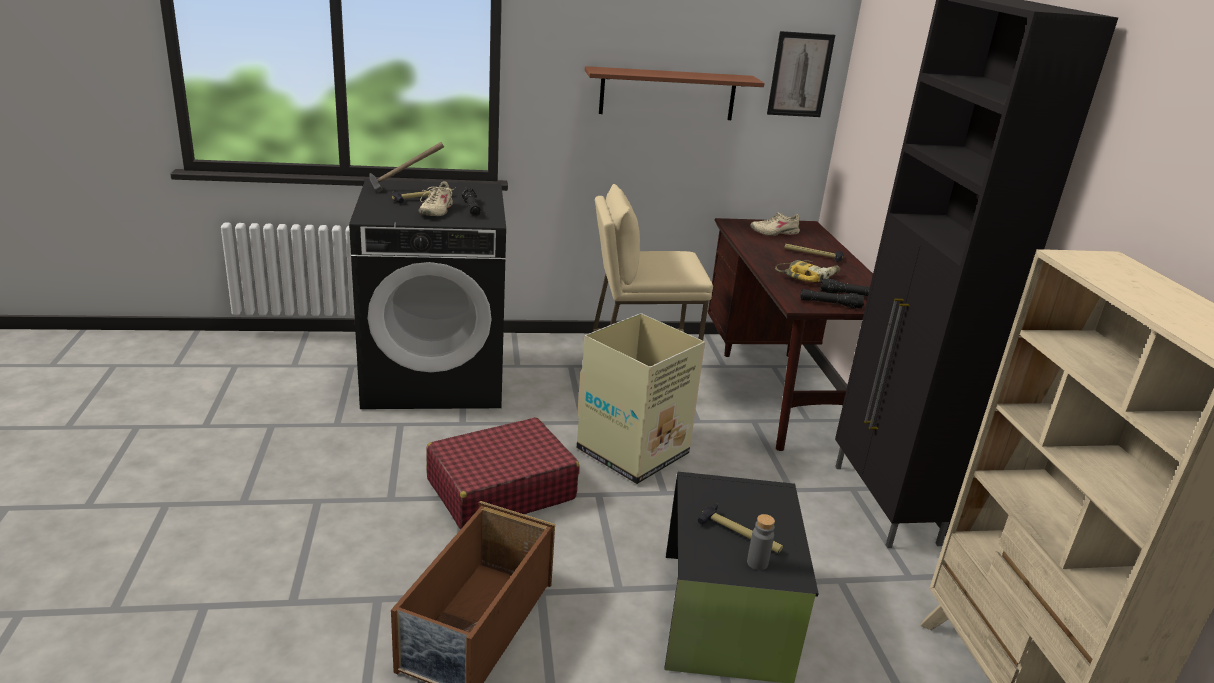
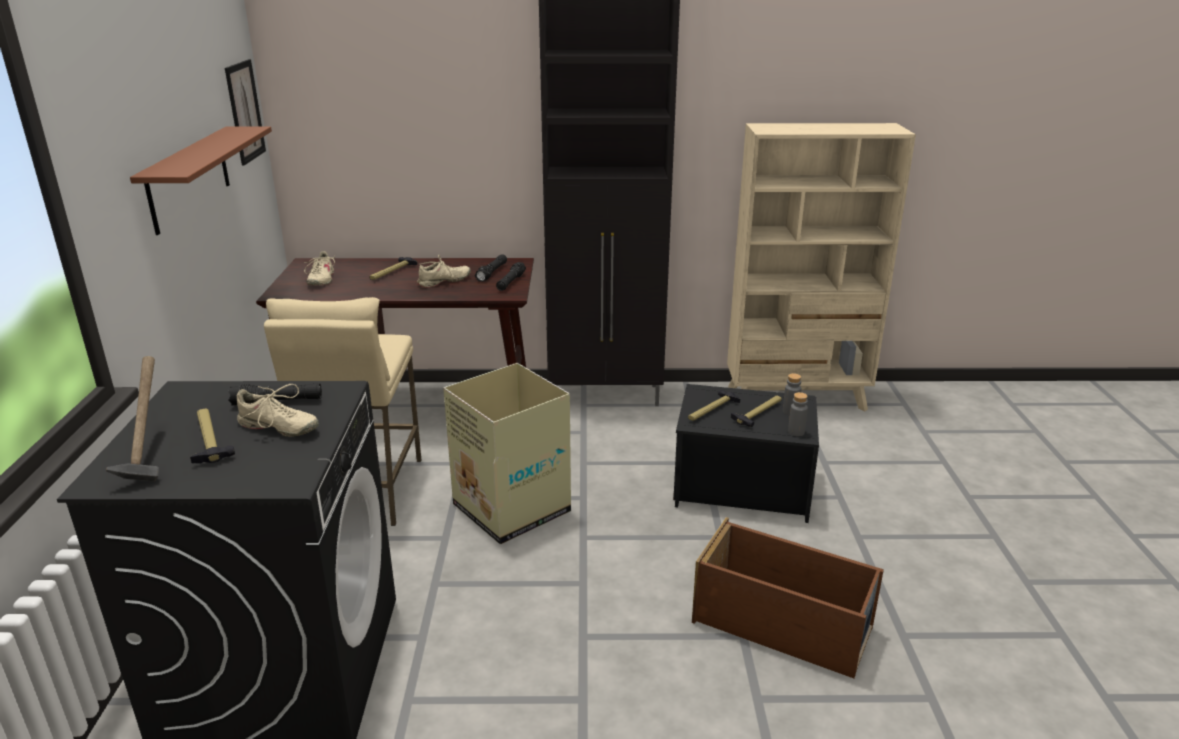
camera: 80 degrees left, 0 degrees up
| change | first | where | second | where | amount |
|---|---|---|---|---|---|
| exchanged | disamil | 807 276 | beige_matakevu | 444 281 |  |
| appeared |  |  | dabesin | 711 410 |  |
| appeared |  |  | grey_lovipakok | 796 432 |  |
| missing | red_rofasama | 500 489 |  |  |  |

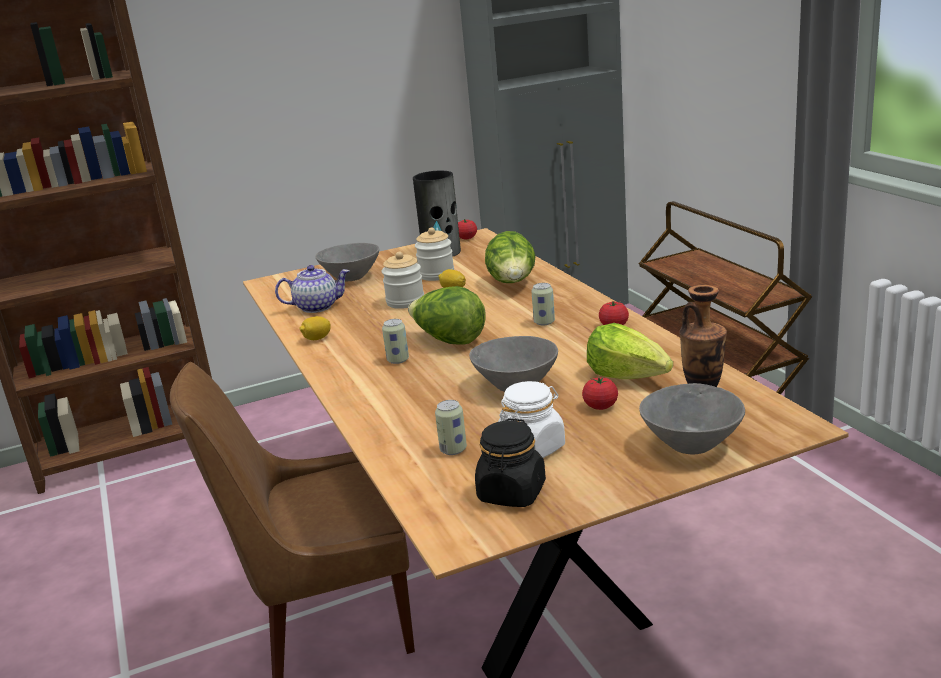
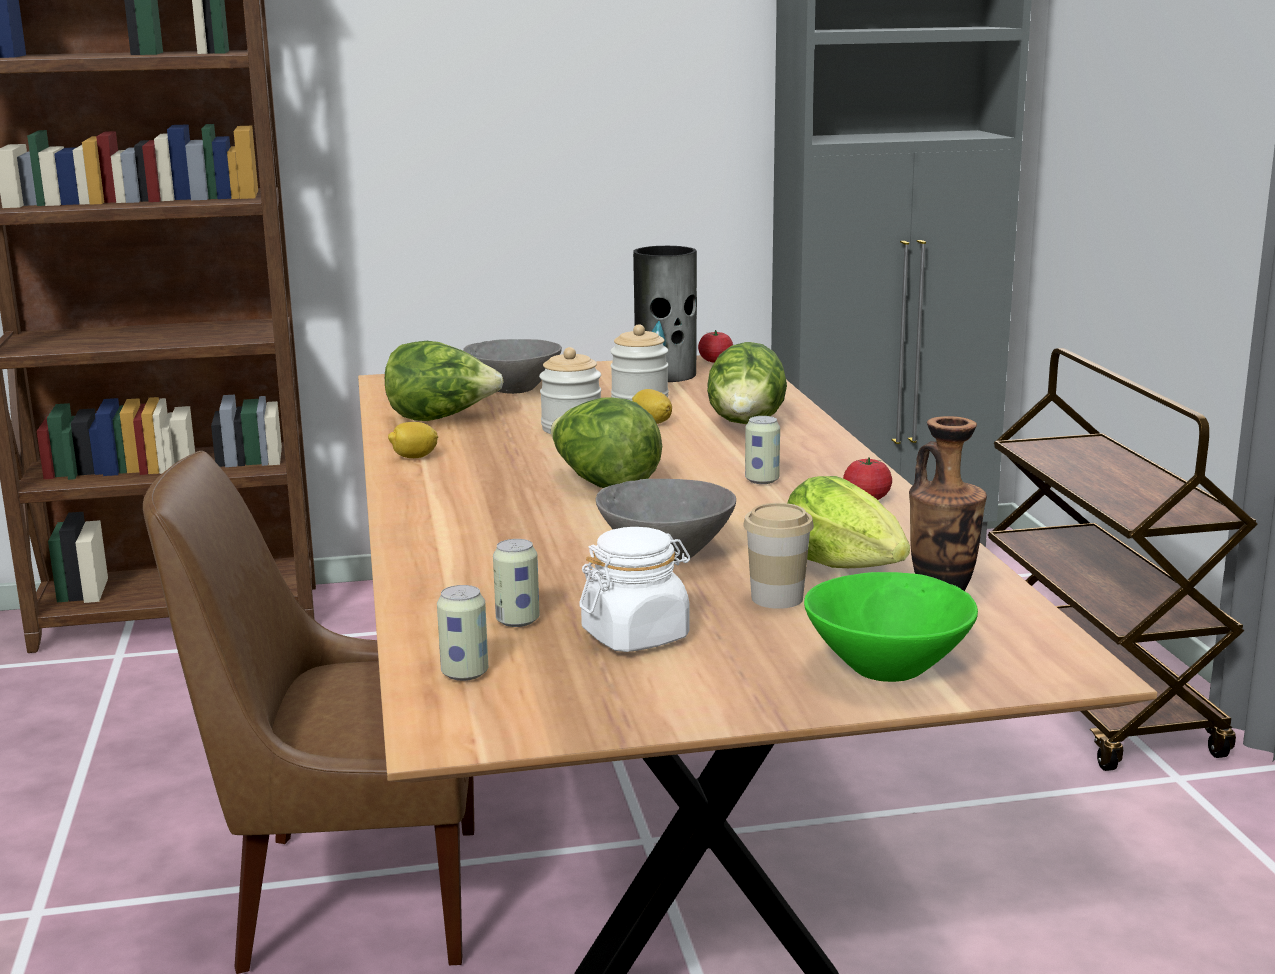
camera: 10 degrees right, 5 degrees down
| change | first | where | second | where | amount |
|---|---|---|---|---|---|
| exchanged | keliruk | 317 307 | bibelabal | 441 419 |  |
| relocated | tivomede | 398 360 |  | 464 673 |  |
| exchanged | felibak | 600 406 | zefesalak | 777 598 |  |
| colour | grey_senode | 693 444 | green_senode | 890 668 |  |
| missing | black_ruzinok | 511 493 |  |  |  |

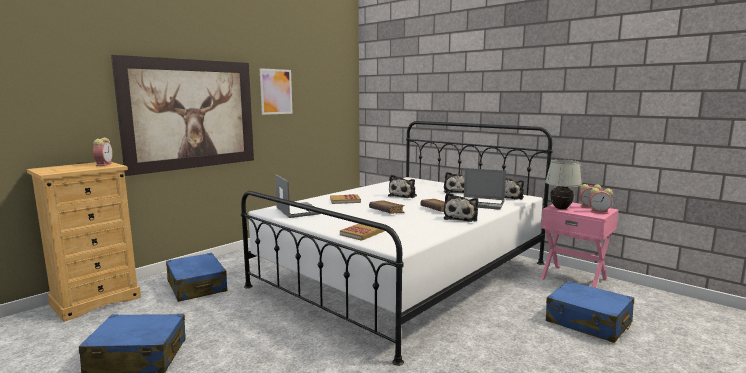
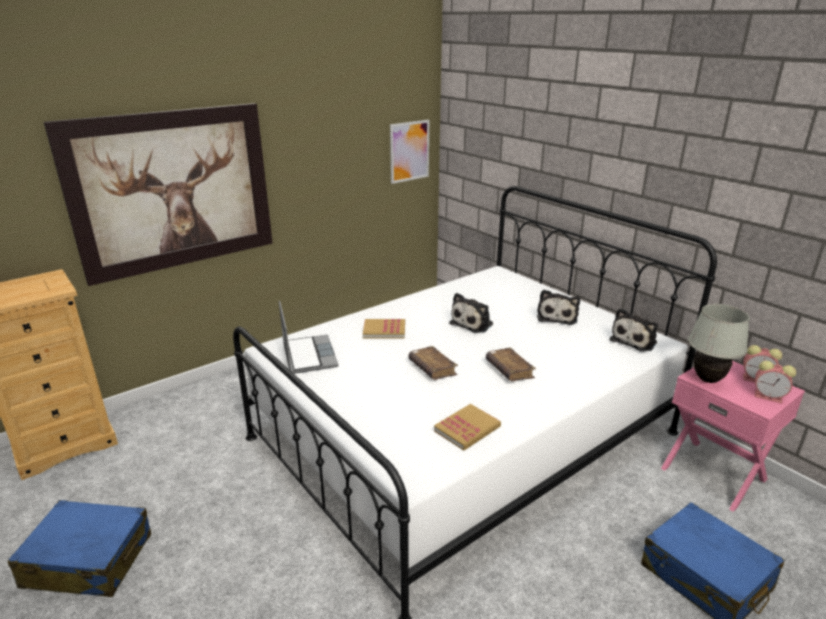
camera: 10 degrees right, 15 degrees up
| change | first | where | second | where | amount |
|---|---|---|---|---|---|
| relocated | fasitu | 276 91 |  | 409 151 |  |
| relocated | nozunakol | 362 233 |  | 467 429 |  |
| missing | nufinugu | 104 164 |  |  |  |
| missing | blue_rofasama | 197 286 |  |  |  |
| missing | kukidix | 461 218 |  |  |  |
| missing | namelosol | 482 204 |  |  |  |

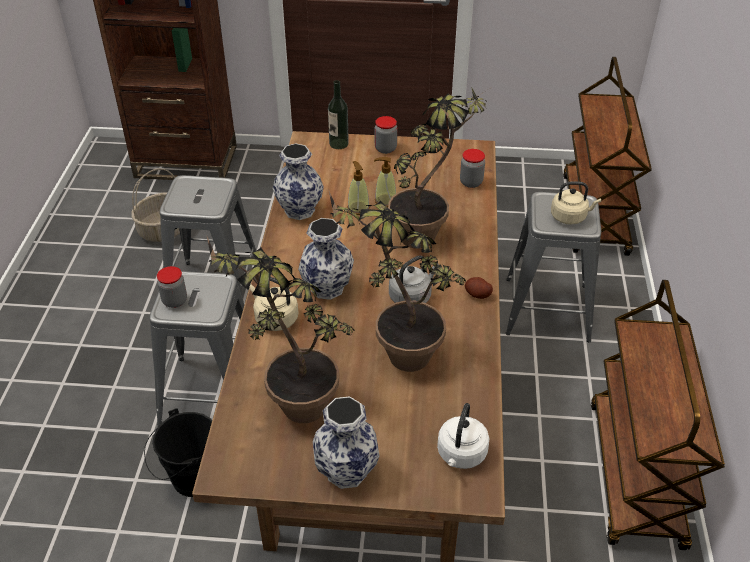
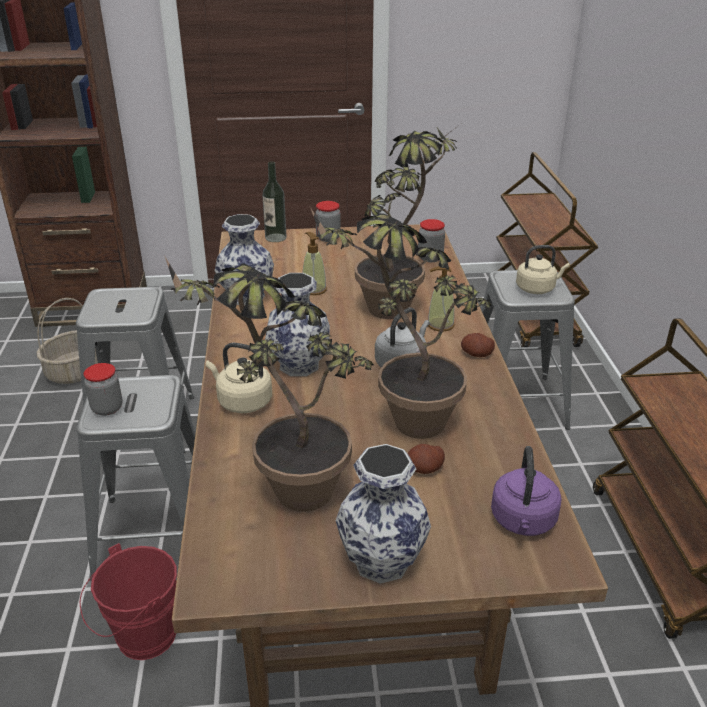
camera: 10 degrees left, 10 degrees down
| change | first | where | second | where | amount |
|---|---|---|---|---|---|
| colour | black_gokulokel | 190 480 | red_gokulokel | 140 639 |  |
| appeared |  |  | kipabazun | 424 469 |  |
| relocated | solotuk | 385 201 |  | 440 325 |  |
| colour | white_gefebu | 461 455 | purple_gefebu | 523 522 |  |

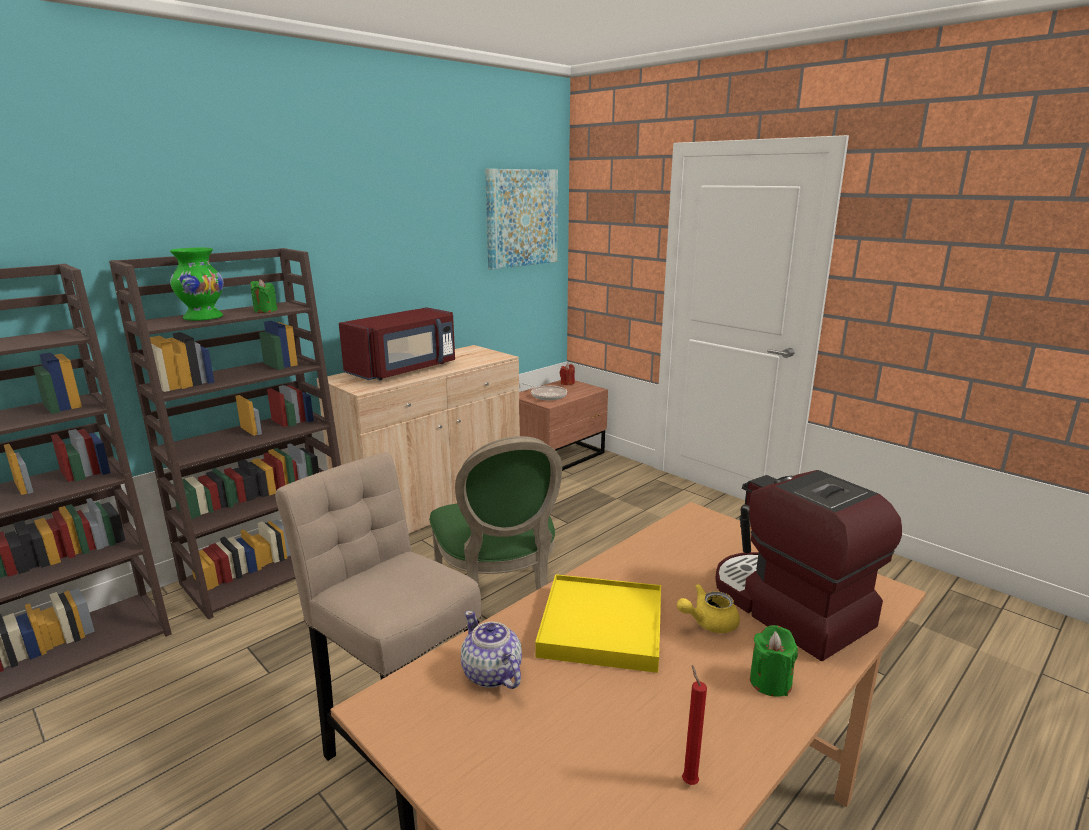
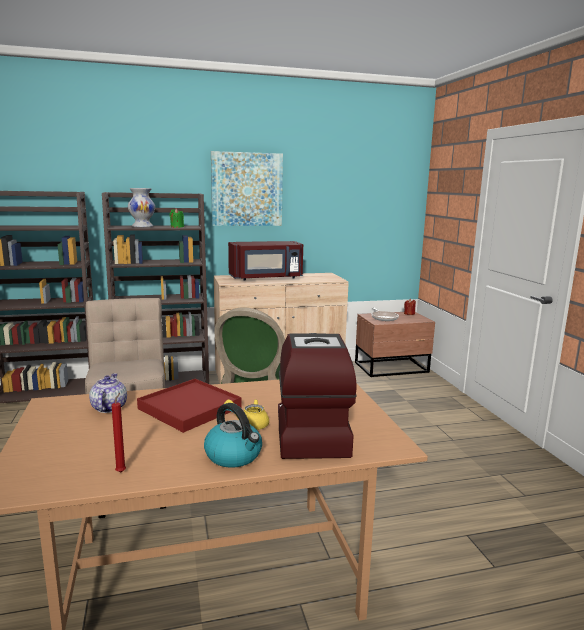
camera: 30 degrees right, 5 degrees down
| change | first | where | second | where | amount |
|---|---|---|---|---|---|
| colour | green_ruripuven | 203 318 | white_ruripuven | 142 226 |  |
| colour | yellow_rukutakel | 602 626 | red_rukutakel | 190 408 |  |
| exchanged | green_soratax | 770 682 | gefebu | 234 456 |  |
| relocated | fasitu | 521 218 |  | 247 189 |  |

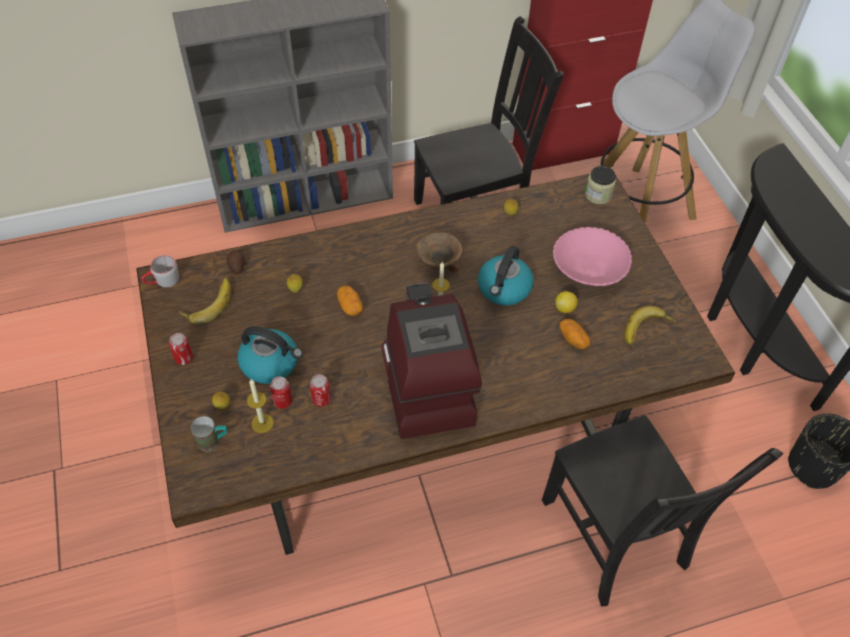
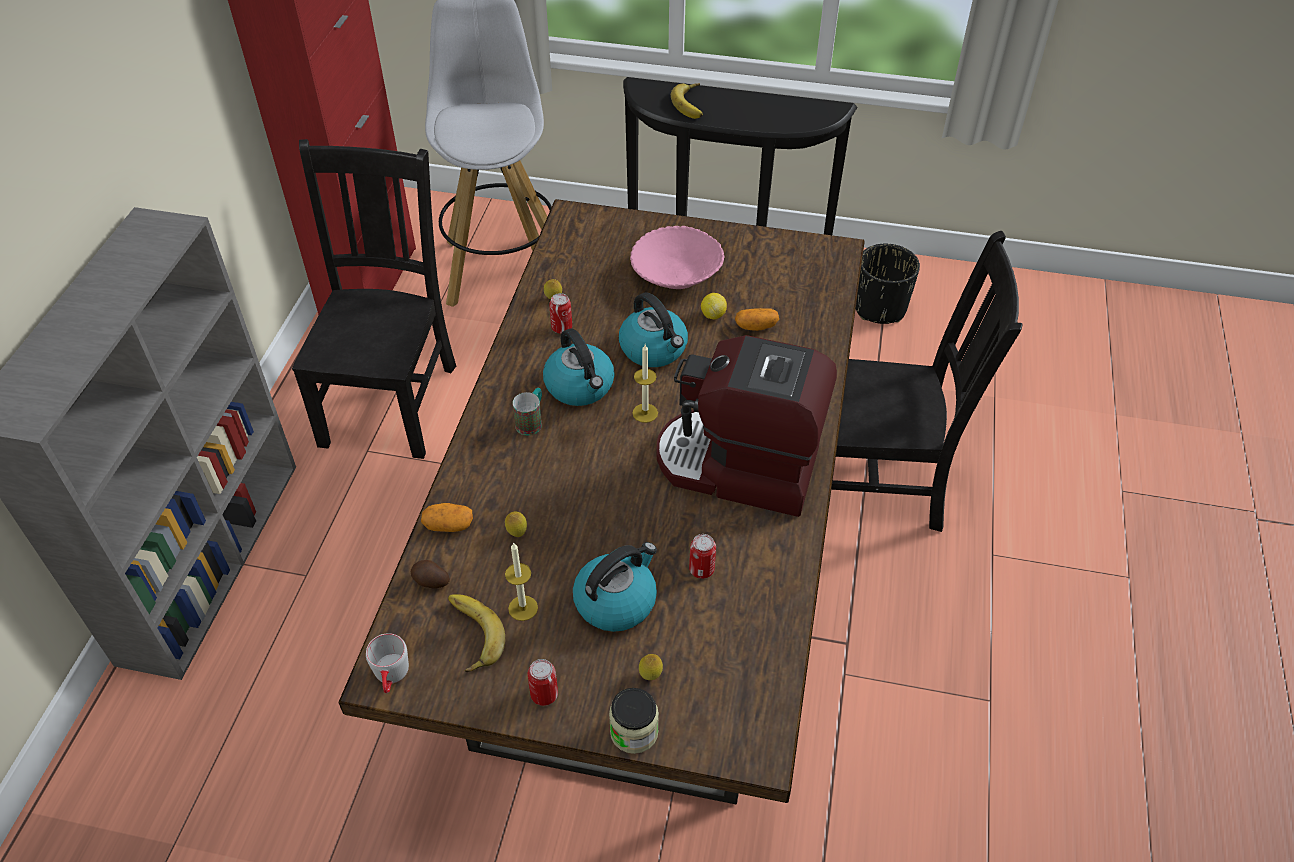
camera: 60 degrees left, 5 degrees down
| change | first | where | second | where | amount |
|---|---|---|---|---|---|
| relocated | kipabazun | 350 306 |  | 448 525 |  |
| relocated | soratax | 262 423 |  | 523 608 |  |
| relocated | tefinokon | 213 441 |  | 531 421 |  |
| exchanged | brown_senode | 439 265 | gefebu | 580 386 |  |
| relocated | tivomede | 283 401 |  | 561 328 |  |
| relocated | ruzinok | 598 195 |  | 634 732 |  |
| relocated | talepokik | 647 331 |  | 693 104 |  |

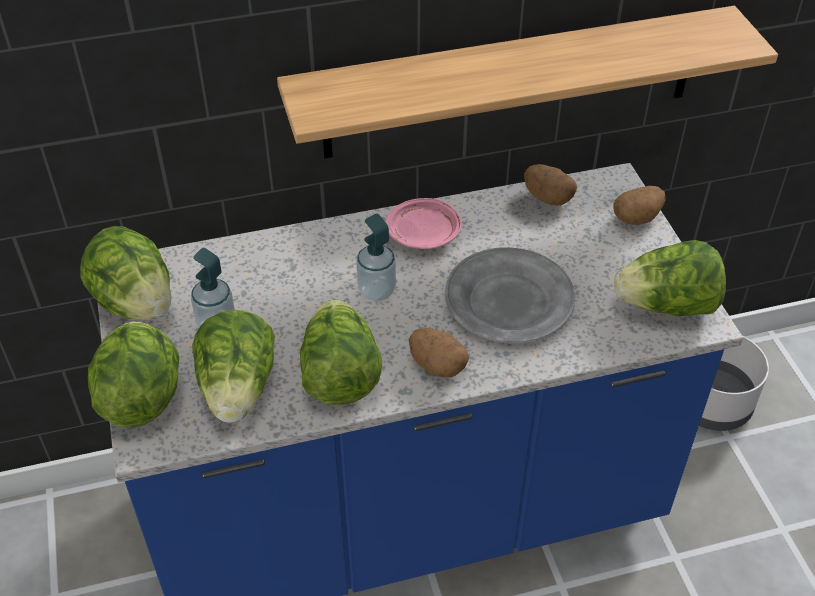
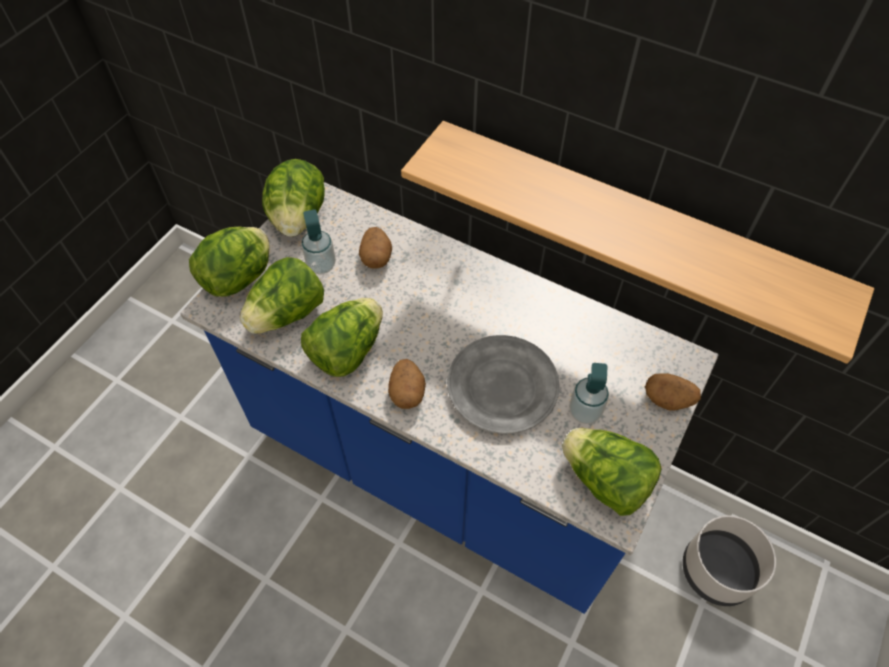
camera: 45 degrees right, 10 degrees up
| change | first | where | second | where | amount |
|---|---|---|---|---|---|
| relocated | kipabazun | 547 197 |  | 376 257 |  |
| relocated | solotuk | 376 291 |  | 584 411 |  |
| missing | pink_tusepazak | 424 234 |  |  |  |

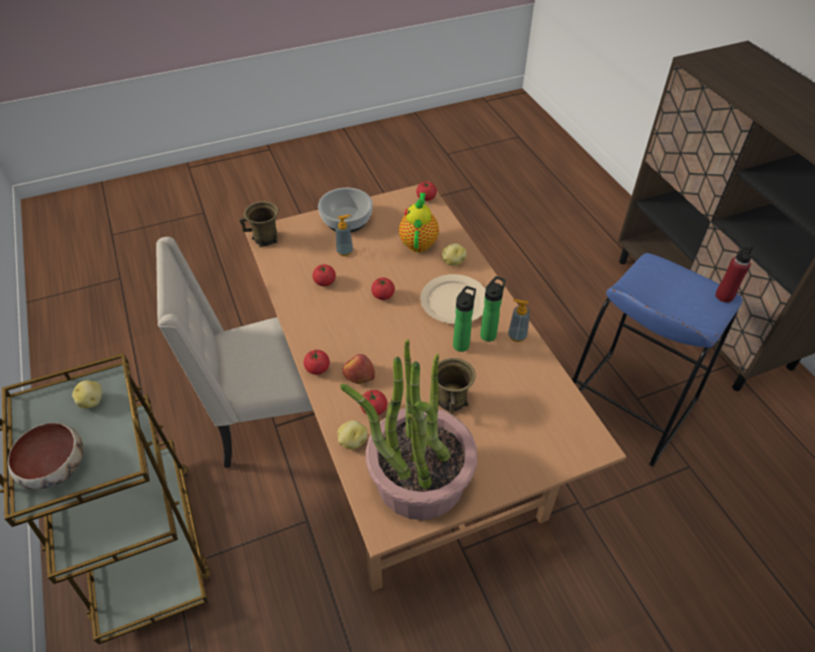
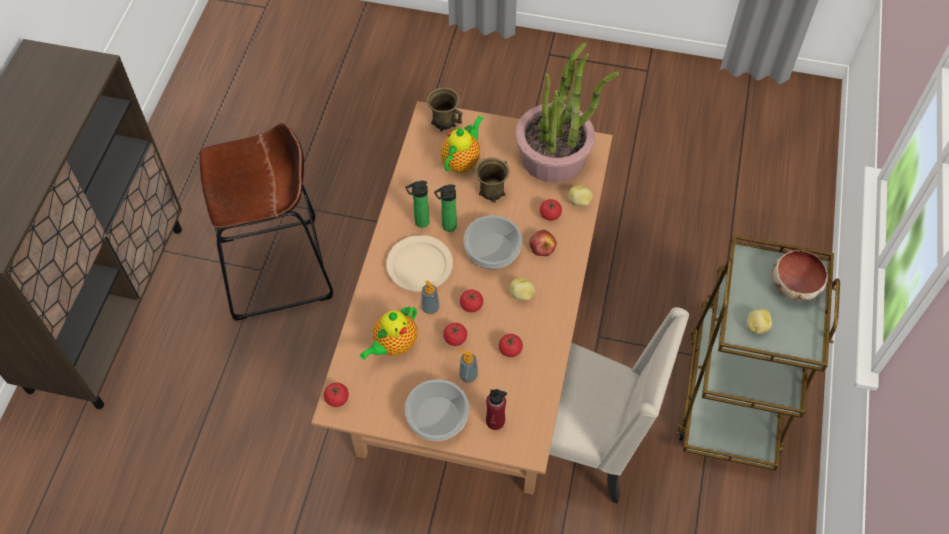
camera: 145 degrees left, 10 degrees up
| change | first | where | second | where | amount |
|---|---|---|---|---|---|
| colour | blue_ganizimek | 628 406 | brown_ganizimek | 276 269 |  |
| relocated | solotuk | 517 336 |  | 430 308 |  |
| relocated | brown_tefinokon | 266 239 |  | 444 121 |  |
| appeared |  |  | keliruk | 462 161 |  |
| relocated | felibak | 317 368 |  | 455 338 |  |
| appeared |  |  | senode | 493 251 |  |
| relocated | red_lovipakok | 724 296 |  | 495 421 |  |
| relocated | kipabazun | 453 261 |  | 522 295 |  |

